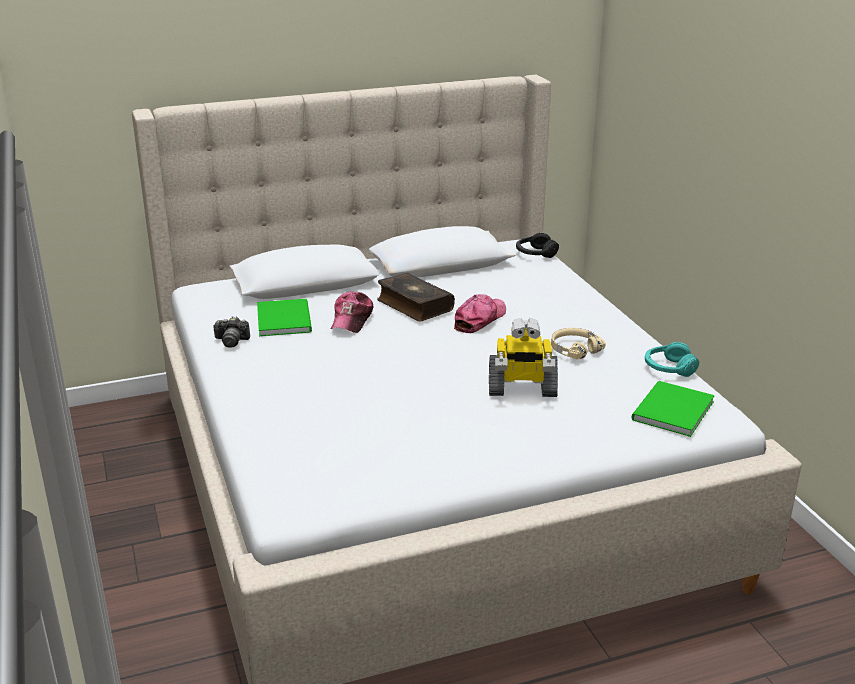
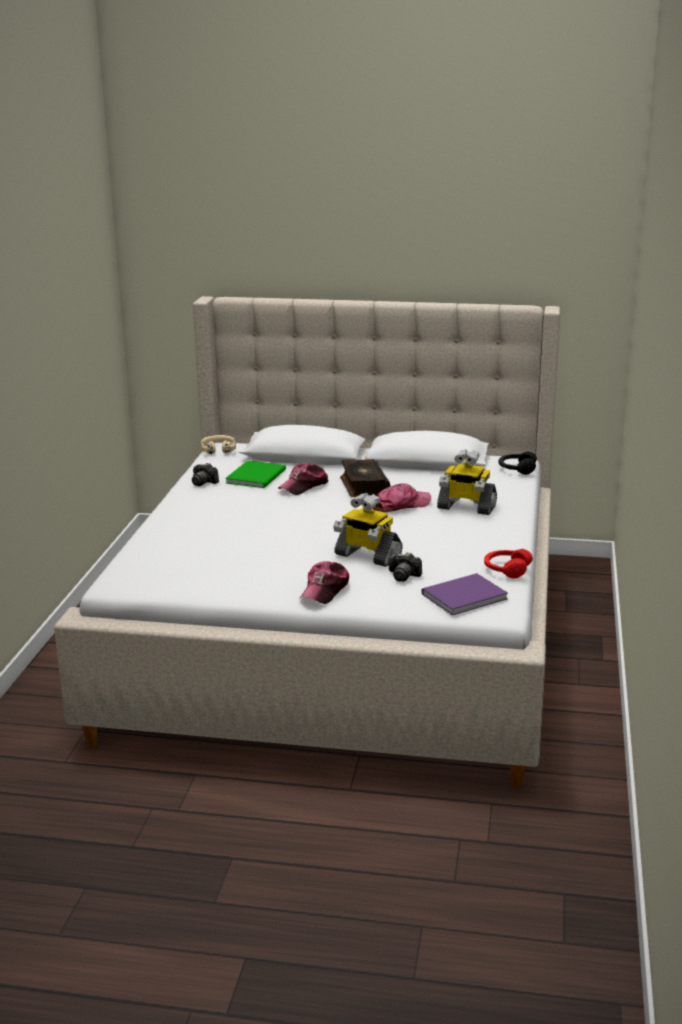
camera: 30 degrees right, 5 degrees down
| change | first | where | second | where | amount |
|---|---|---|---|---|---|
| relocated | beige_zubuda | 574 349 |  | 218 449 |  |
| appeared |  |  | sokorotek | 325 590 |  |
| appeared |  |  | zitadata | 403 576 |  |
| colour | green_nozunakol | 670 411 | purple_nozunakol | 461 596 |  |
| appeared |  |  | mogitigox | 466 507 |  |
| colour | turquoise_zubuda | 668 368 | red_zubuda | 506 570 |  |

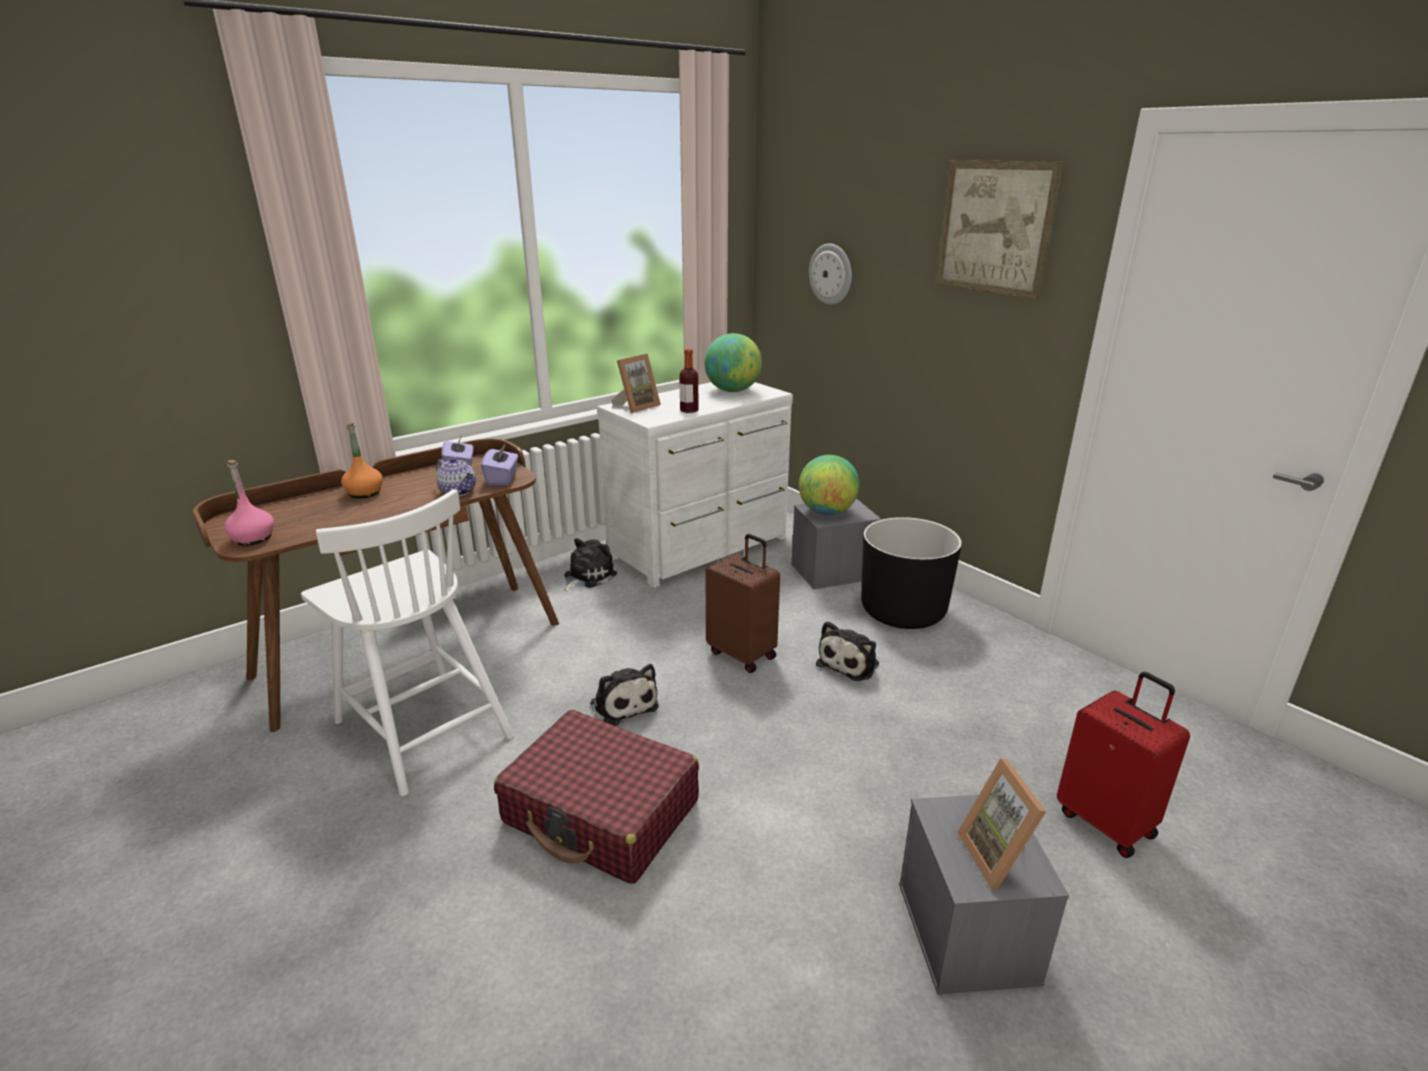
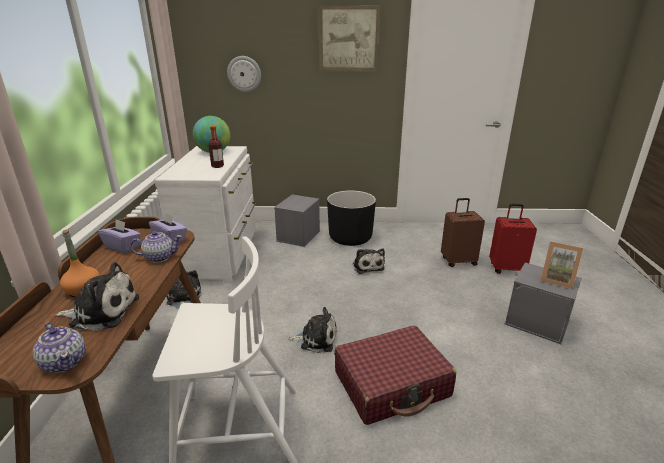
camera: 50 degrees left, 0 degrees up
| change | first | where | second | where | amount |
|---|---|---|---|---|---|
| exchanged | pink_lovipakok | 253 538 | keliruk | 65 362 |  |
| appeared |  |  | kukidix | 102 311 |  |
| relocated | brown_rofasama | 743 654 |  | 458 261 |  |
| missing | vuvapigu | 636 407 |  |  |  |
| missing | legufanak | 827 512 |  |  |  |

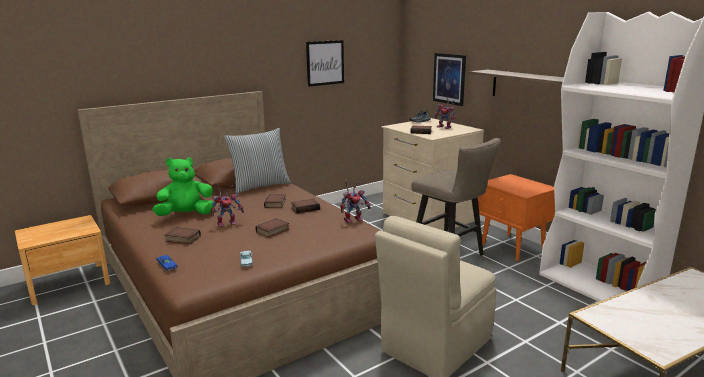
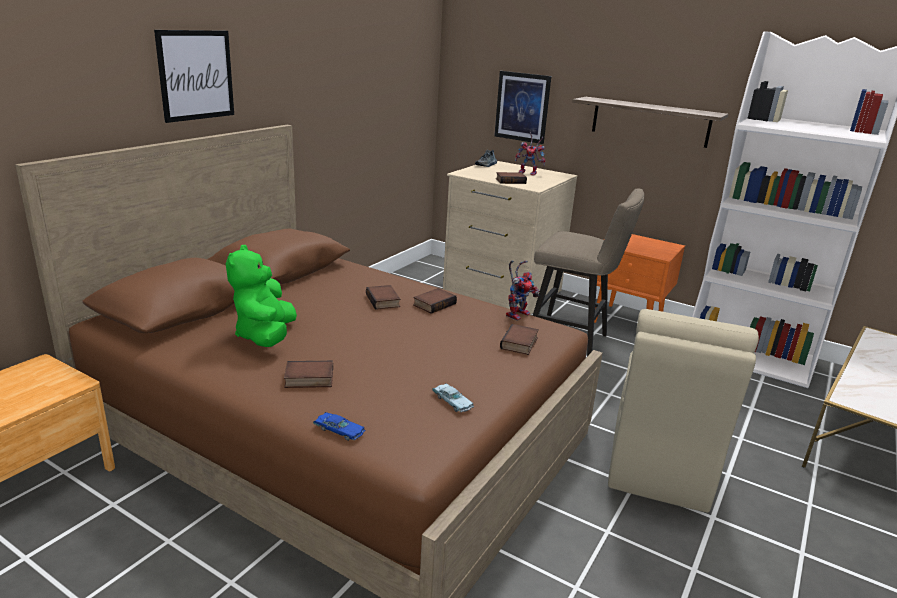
camera: 25 degrees left, 5 degrees up
| change | first | where | second | where | amount |
|---|---|---|---|---|---|
| relocated | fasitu | 325 63 |  | 196 75 |  |
| spun | green_kukidix | 186 215 |  | 265 336 | 45 degrees counterclockwise |
| relocated | nozunakol | 273 231 |  | 520 344 |  |
| missing | mogitigox | 227 223 |  |  |  |
| missing | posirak | 260 186 |  |  |  |

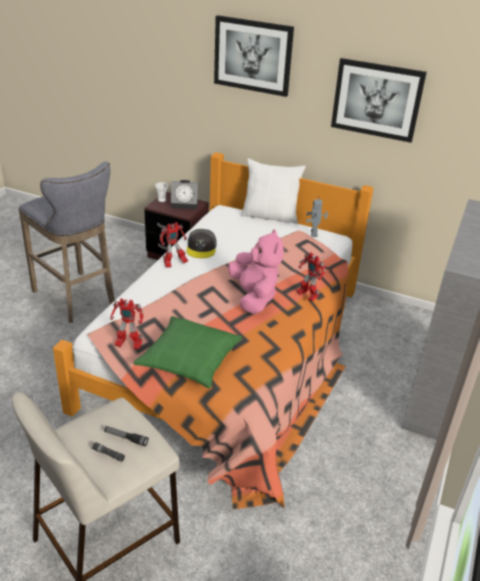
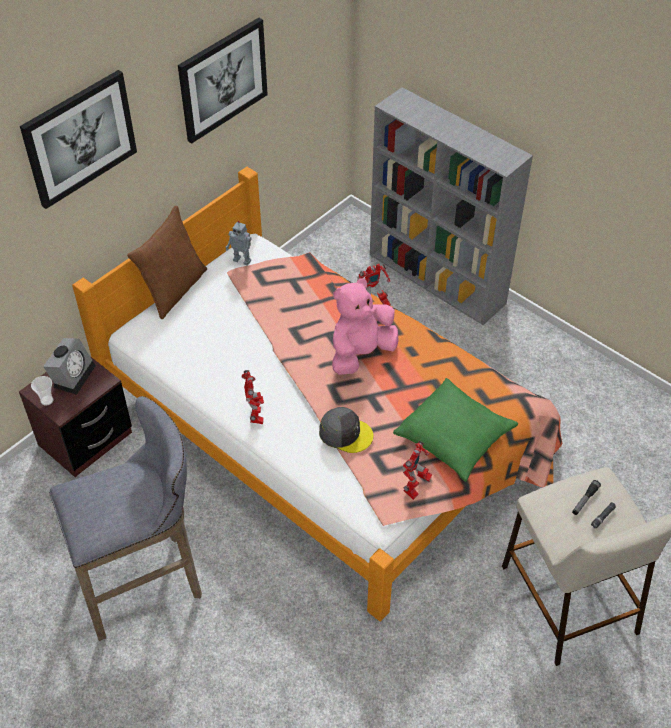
camera: 70 degrees left, 15 degrees up
| change | first | where | second | where | amount |
|---|---|---|---|---|---|
| colour | white_posirak | 270 216 | brown_posirak | 174 289 |  |
| relocated | grey_sokorotek | 201 248 |  | 345 433 |  |
| spun | pink_kukidix | 254 297 |  | 361 353 | 45 degrees counterclockwise |

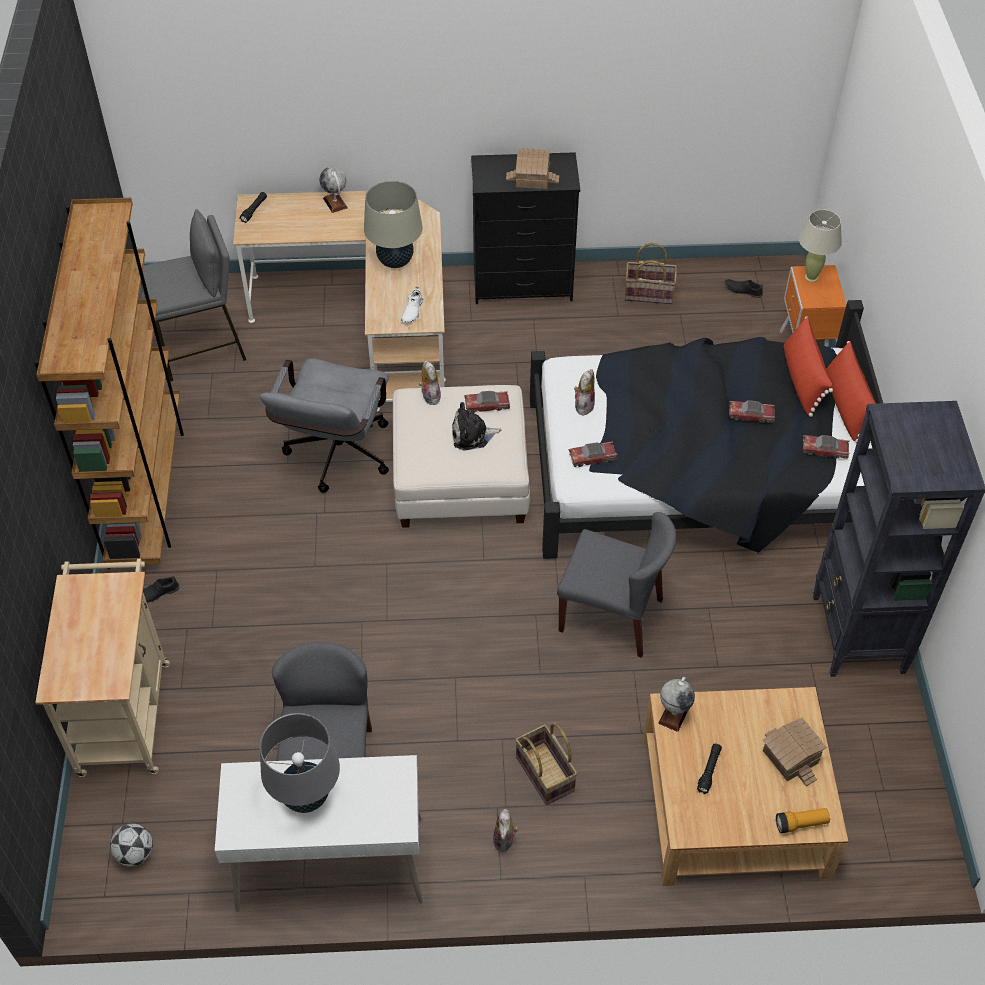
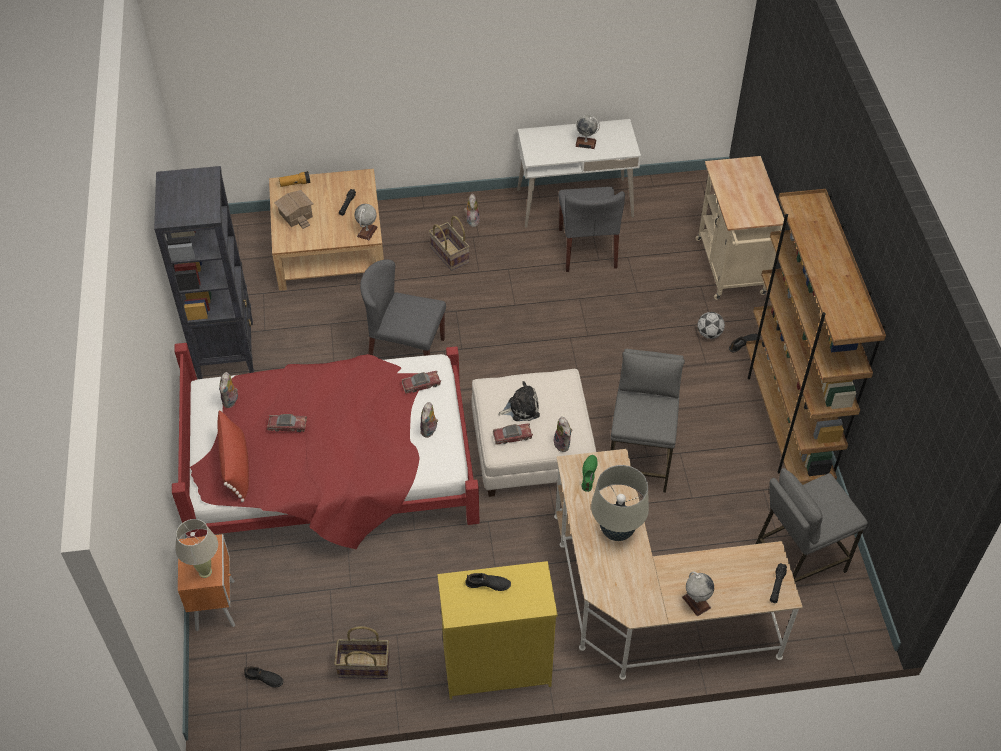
camera: 175 degrees right, 0 degrees up
| change | first | where | second | where | amount |
|---|---|---|---|---|---|
| colour | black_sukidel | 695 472 | red_sukidel | 333 469 |  |
| exchanged | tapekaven | 824 450 | kukidix | 231 401 |  |
| colour | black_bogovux | 523 285 | yellow_bogovux | 495 667 |  |
| exchanged | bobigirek | 532 179 | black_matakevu | 488 584 |  |
| exchanged | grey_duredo | 306 797 | legufanak | 586 143 |  |
| colour | white_matakevu | 412 311 | green_matakevu | 589 474 |  |
| exchanged | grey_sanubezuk | 336 459 | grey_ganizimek | 640 459 |  |
| relocated | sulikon | 135 853 |  | 709 334 |  |
| missing | red_posirak | 846 405 |  |  |  |

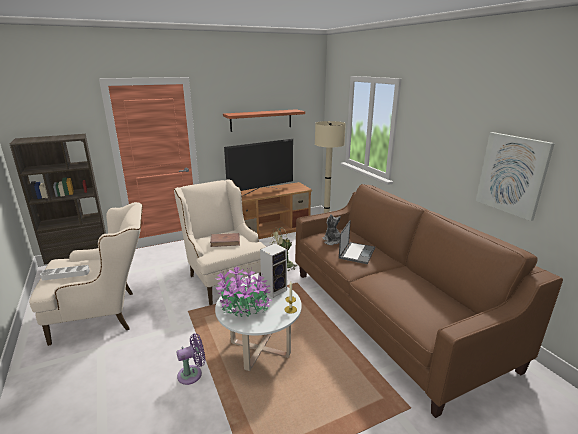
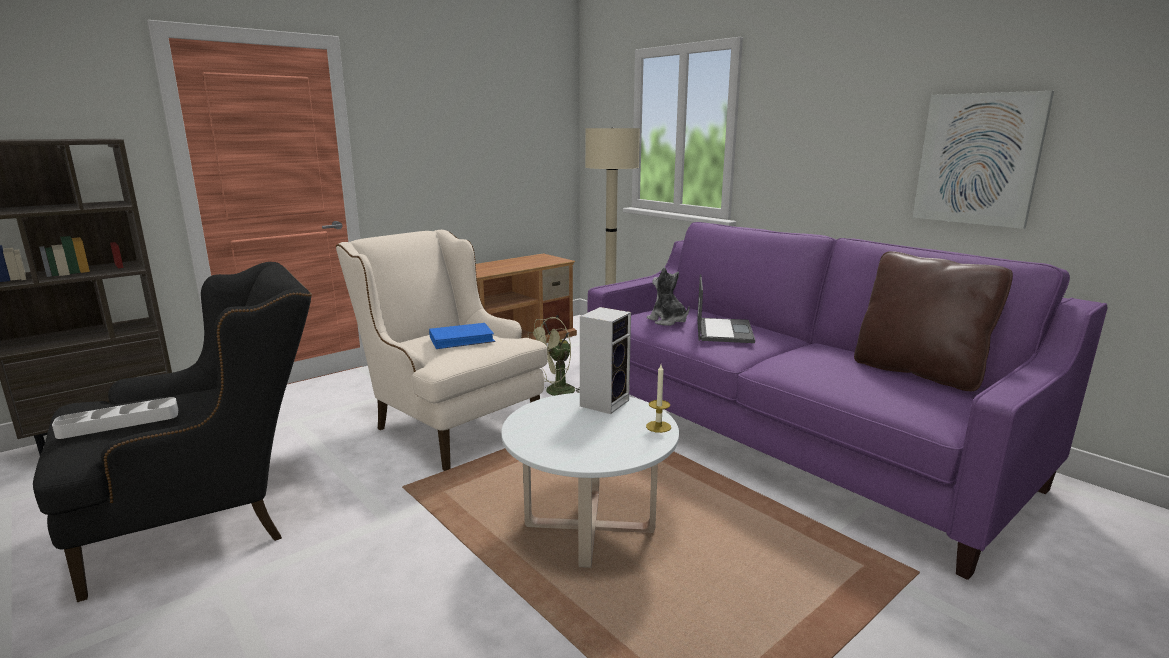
camera: 15 degrees left, 5 degrees down
| change | first | where | second | where | amount |
|---|---|---|---|---|---|
| colour | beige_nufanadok | 105 314 | black_nufanadok | 210 520 |  |
| colour | brown_nozunakol | 225 241 | blue_nozunakol | 462 339 |  |
| colour | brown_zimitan | 390 314 | purple_zimitan | 790 440 |  |
| appeared |  |  | brown_posirak | 918 372 |  |
| missing | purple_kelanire | 192 374 |  |  |  |
| missing | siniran | 244 307 |  |  |  |
| missing | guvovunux | 261 120 |  |  |  |
| missing | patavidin | 261 192 |  |  |  |

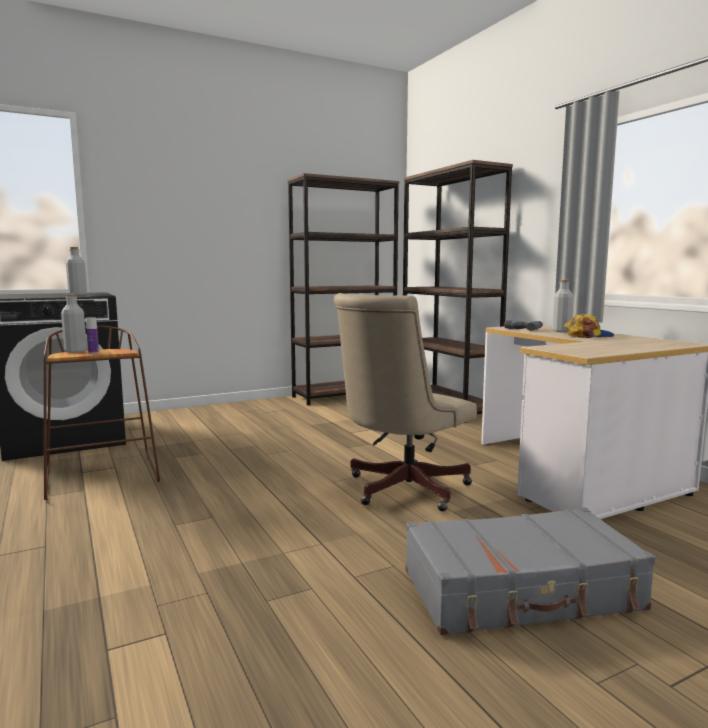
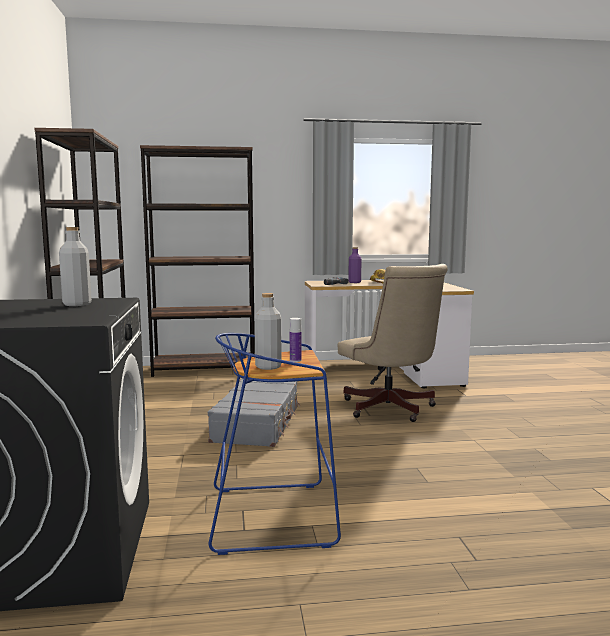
camera: 70 degrees left, 0 degrees up
| change | first | where | second | where | amount |
|---|---|---|---|---|---|
| relocated | grey_rofasama | 522 591 |  | 257 424 |  |
| colour | brown_ganizimek | 103 477 | blue_ganizimek | 274 515 |  |
| colour | grey_lovipakok | 561 331 | purple_lovipakok | 354 282 |  |

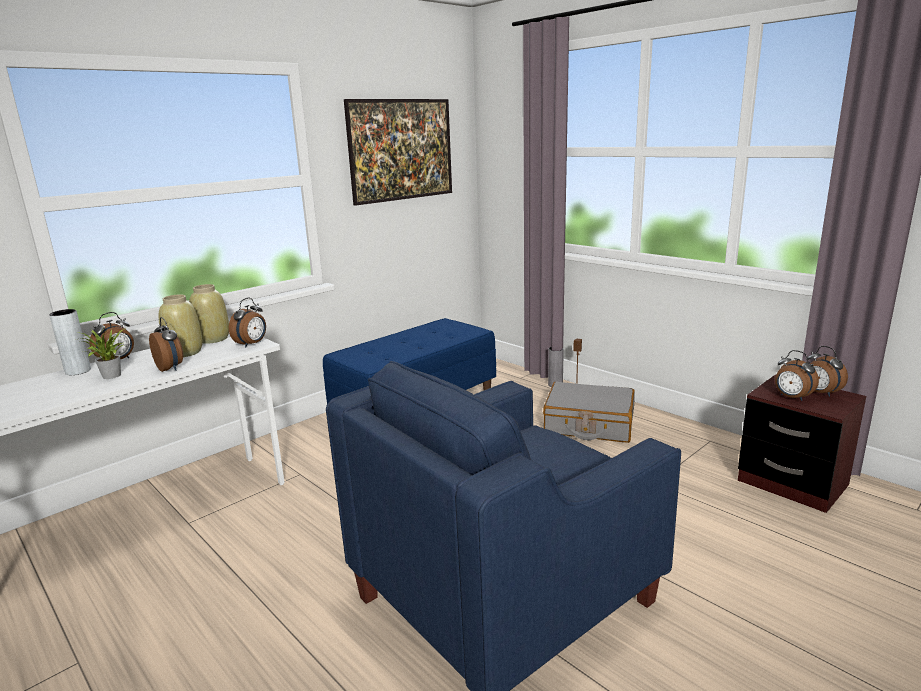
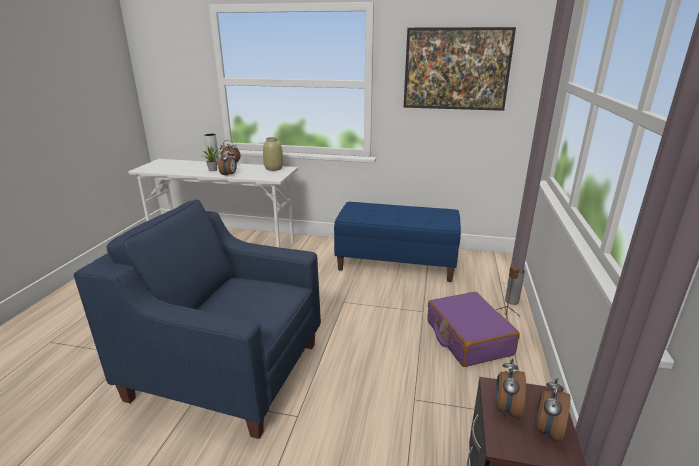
camera: 55 degrees right, 5 degrees up
| change | first | where | second | where | amount |
|---|---|---|---|---|---|
| colour | grey_rofasama | 589 424 | purple_rofasama | 468 338 |  |
| missing | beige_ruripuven | 185 353 |  |  |  |
| missing | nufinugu | 252 344 |  |  |  |

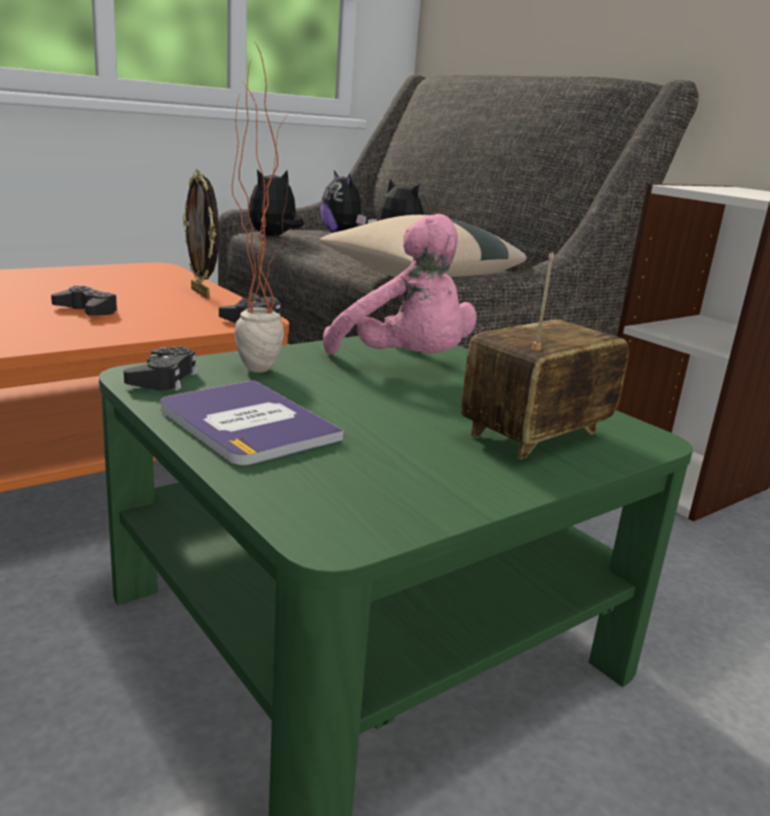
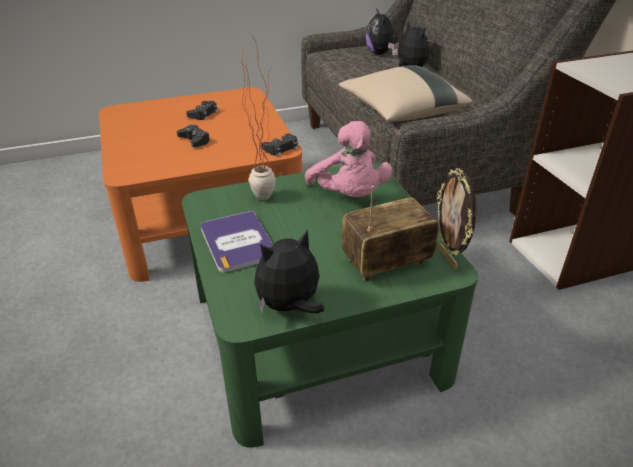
camera: 20 degrees right, 15 degrees up
| change | first | where | second | where | amount |
|---|---|---|---|---|---|
| relocated | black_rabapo | 163 378 |  | 203 114 |  |
| relocated | kukidix | 273 236 |  | 290 306 |  |
| relocated | vuvapigu | 202 293 |  | 448 258 |  |

